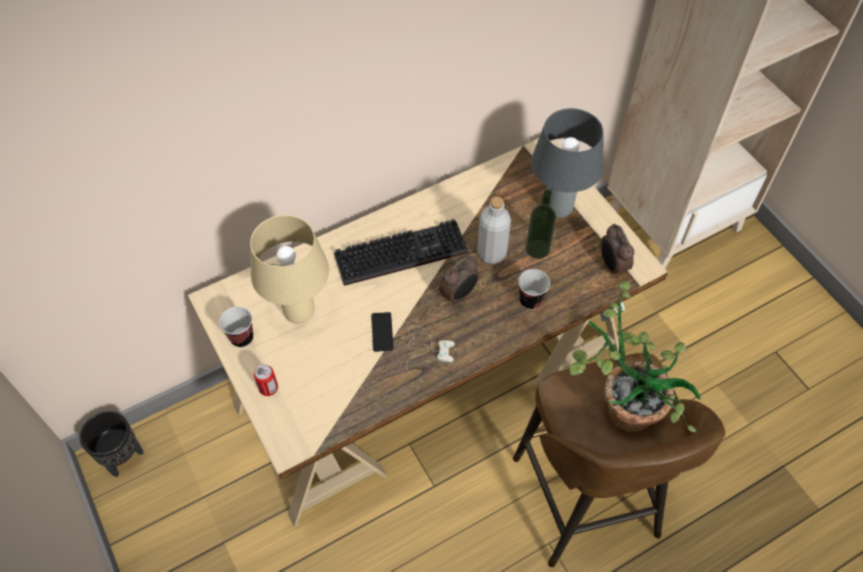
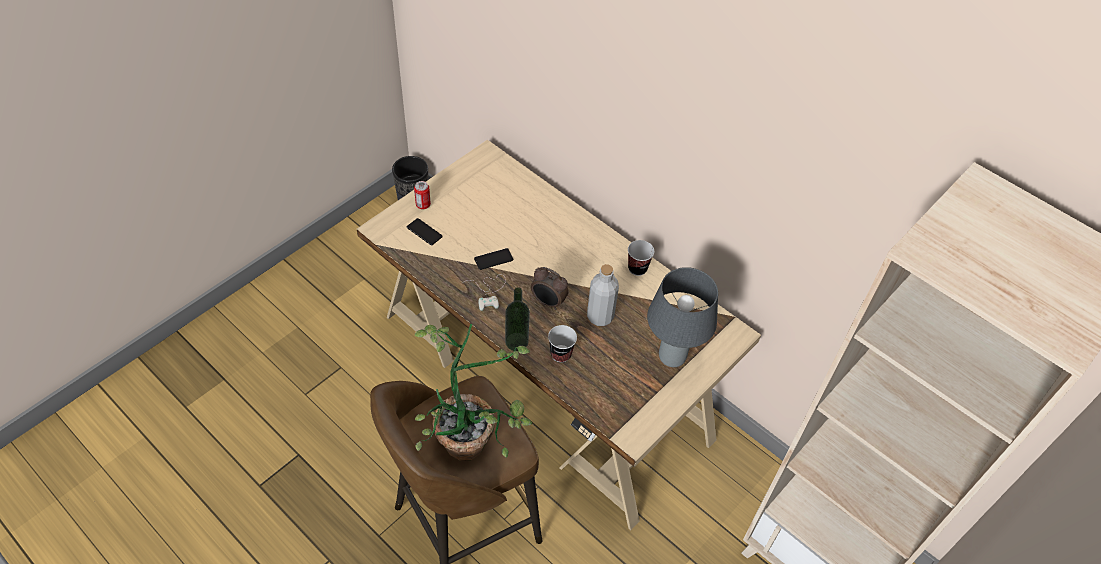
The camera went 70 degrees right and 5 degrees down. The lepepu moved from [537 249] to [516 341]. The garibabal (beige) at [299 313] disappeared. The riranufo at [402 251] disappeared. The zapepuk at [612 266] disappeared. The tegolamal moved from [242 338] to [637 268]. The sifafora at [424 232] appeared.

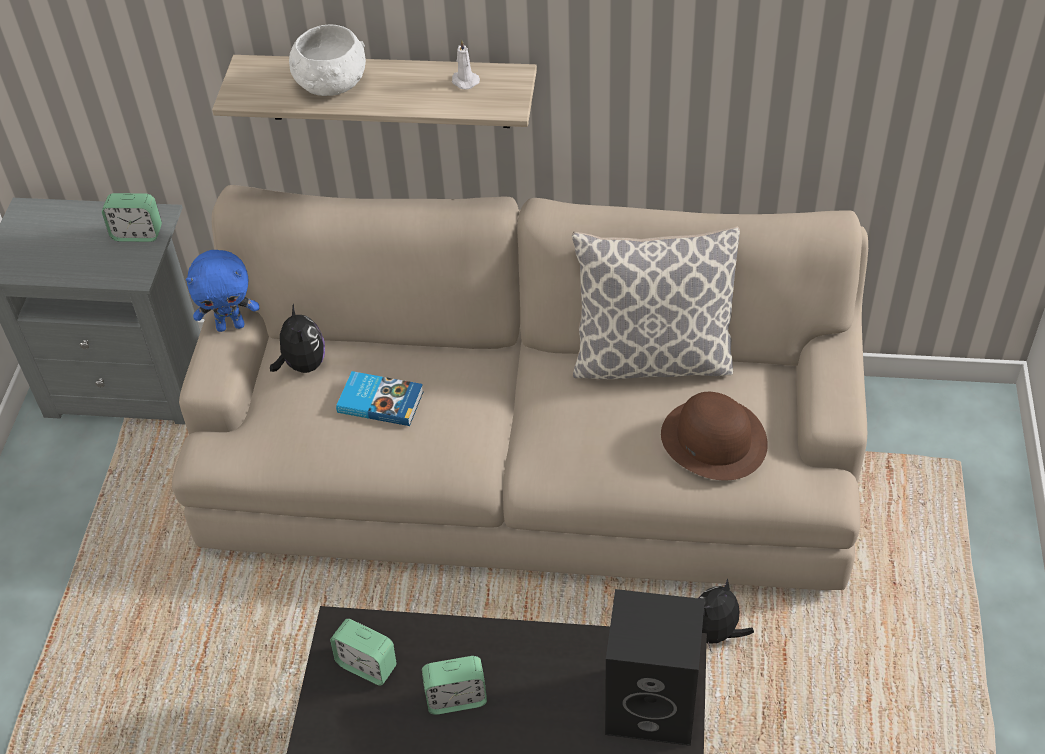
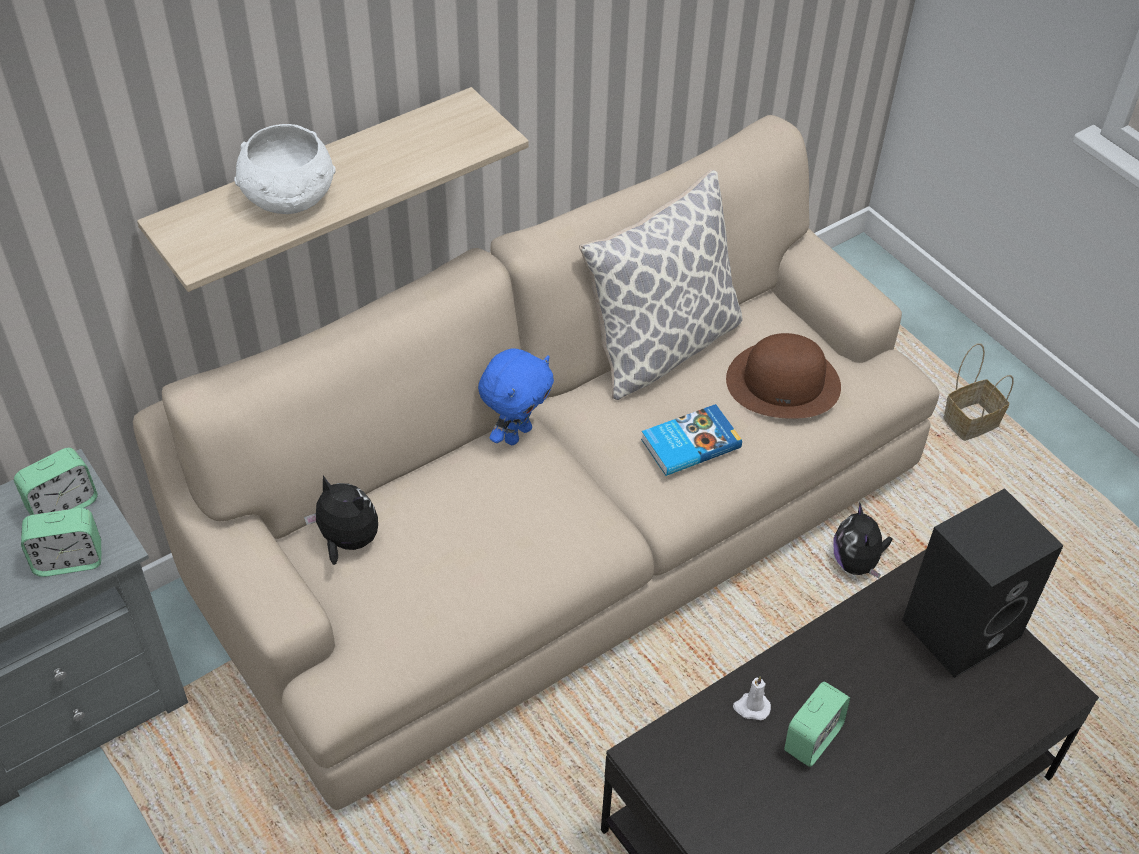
The camera went 45 degrees left and 0 degrees up. The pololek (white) moved from [464 81] to [751 707]. The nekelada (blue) moved from [231 325] to [516 434]. The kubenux moved from [380 401] to [689 443]. The zapepuk moved from [367 665] to [69 560]. The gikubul at [971 422] appeared.

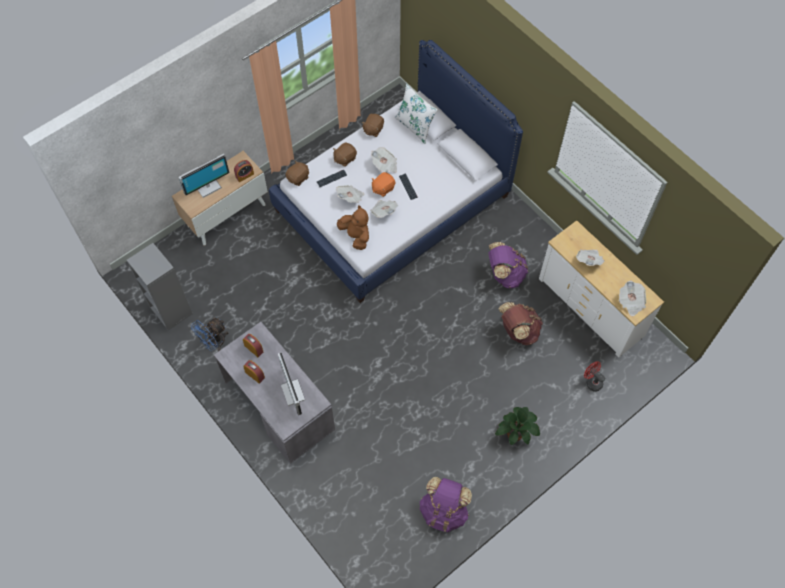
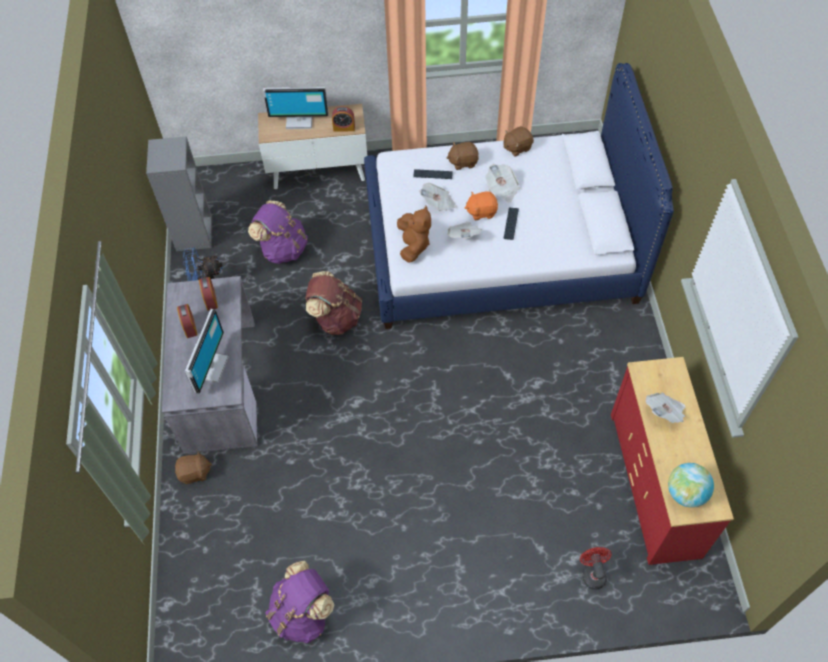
The camera went 35 degrees right and 5 degrees down. The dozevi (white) at [415 126] disappeared. The nekelada (brown) moved from [298 178] to [195 473]. The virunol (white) at [591 307] became the virunol (red) at [654 483]. The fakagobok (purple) moved from [505 274] to [283 249]. The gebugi at [631 302] was replaced by the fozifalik at [685 493]. The fakagobok (brown) moved from [518 331] to [336 318]. The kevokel at [516 432] disappeared.

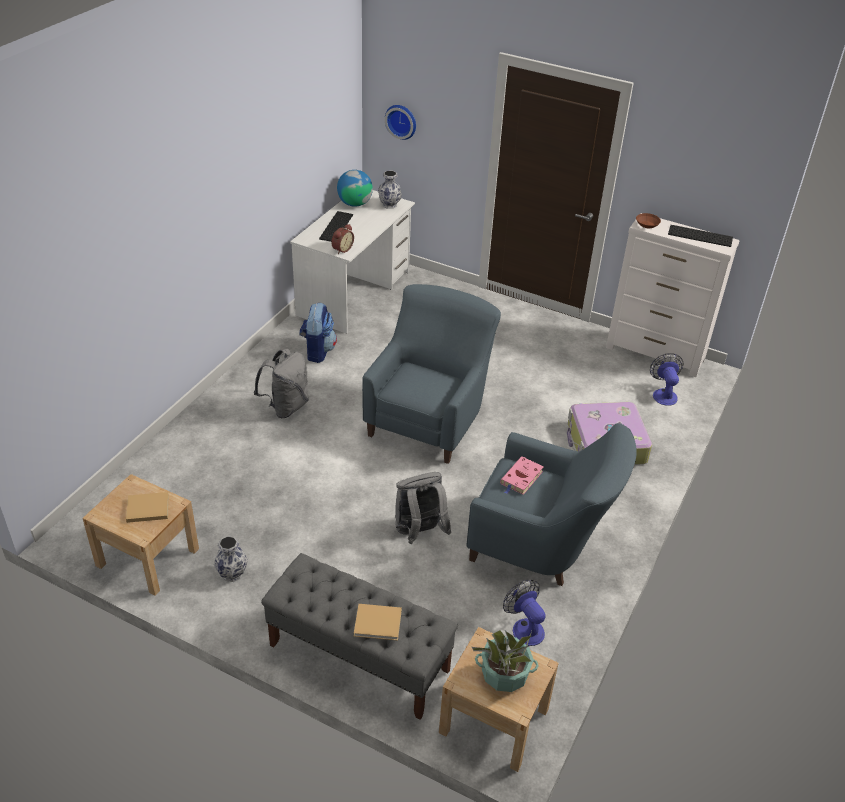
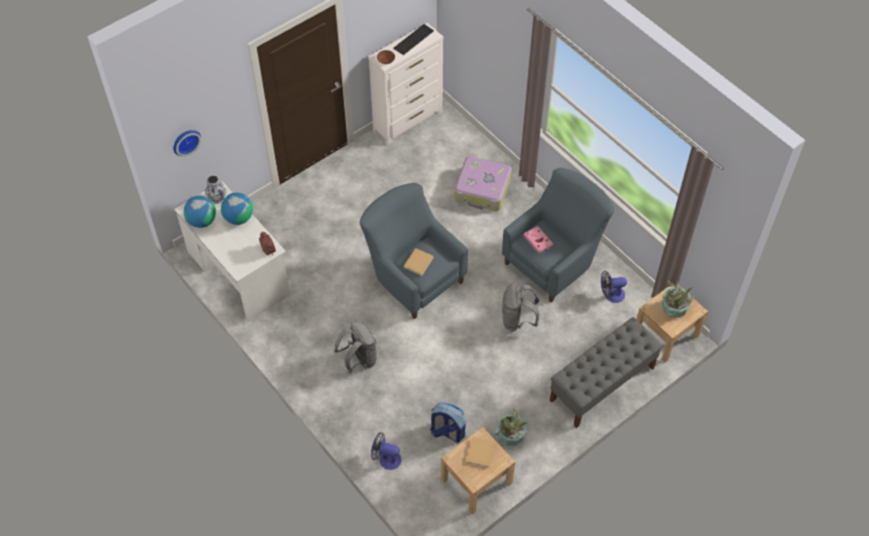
The camera went 65 degrees left and 15 degrees up. The riranufo at [335 226] disappeared. The fakagobok moved from [317 351] to [447 432]. The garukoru moved from [663 394] to [386 459]. The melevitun at [231 574] was replaced by the kevokel at [511 435]. The kubenux (beige) moved from [379 623] to [419 262]. The fozifalik at [239 218] appeared.

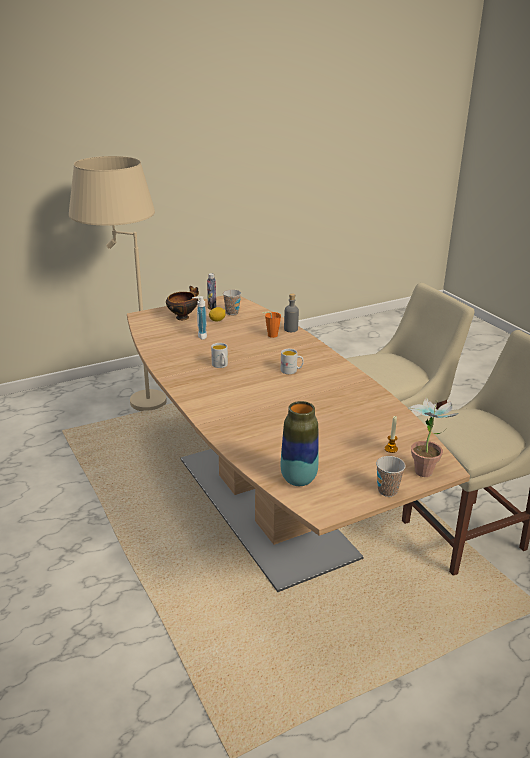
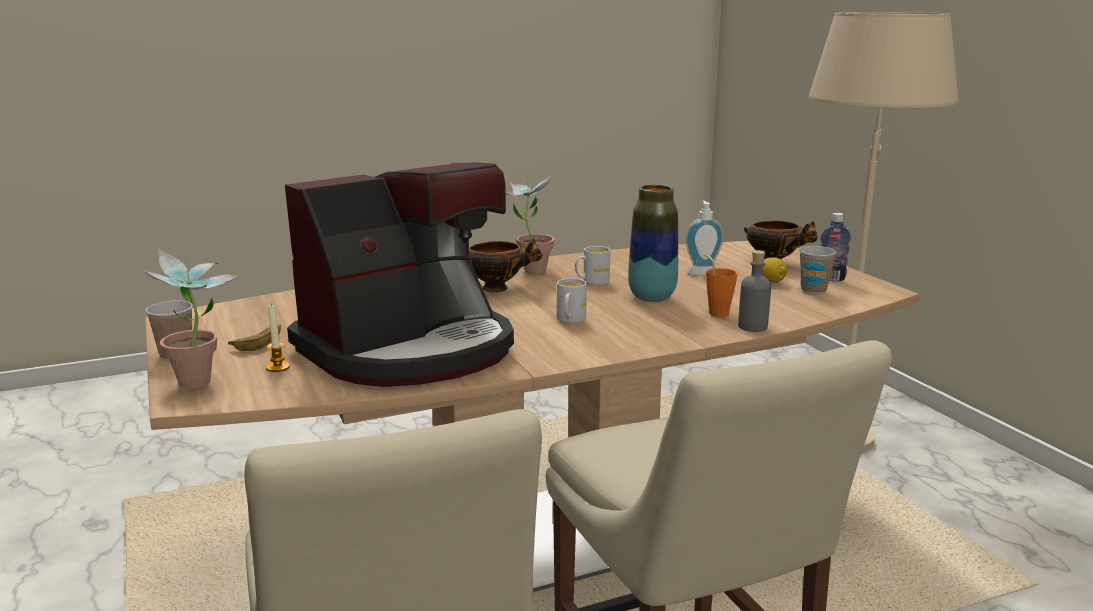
The camera went 95 degrees right and 10 degrees down. The melevitun moved from [298 479] to [652 297]. The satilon at [410 350] appeared. The kevokel at [529 269] appeared. The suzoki at [498 288] appeared. The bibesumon at [260 341] appeared.

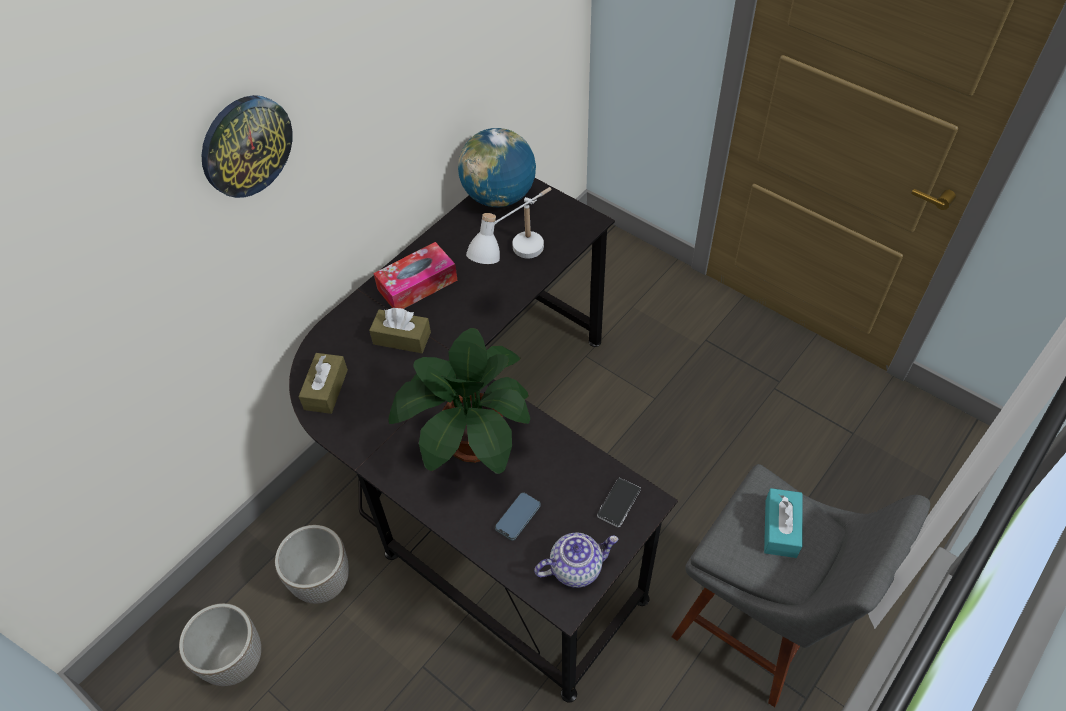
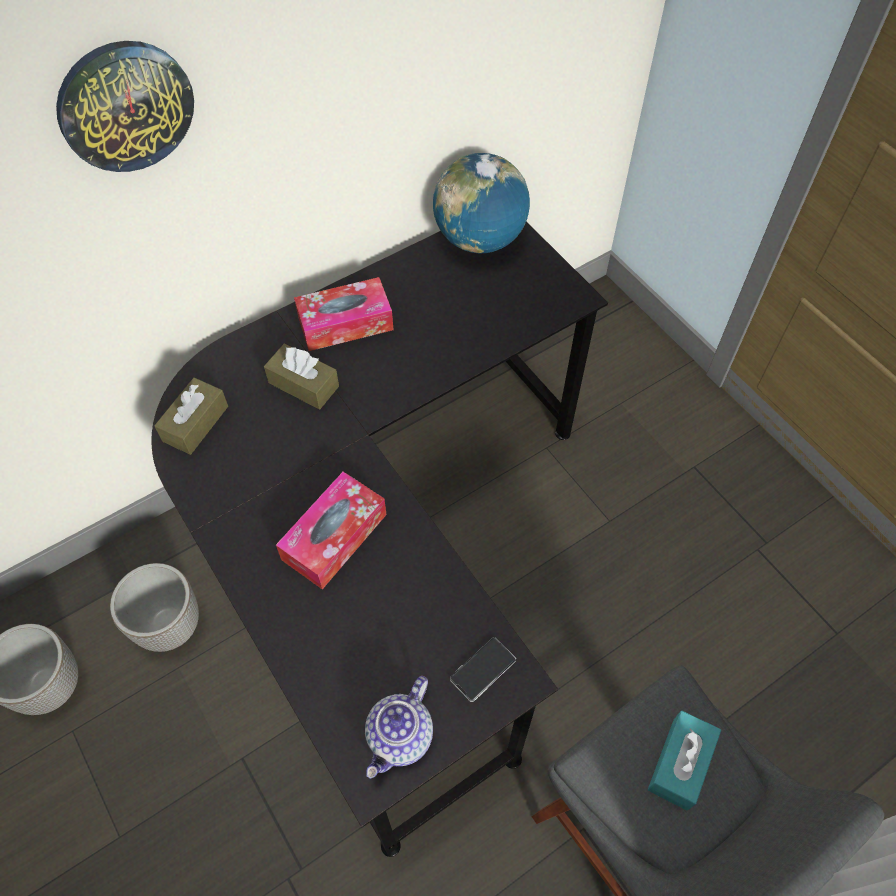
The camera went 15 degrees right and 5 degrees up. The garibabal (white) at [517 262] disappeared. The kevokel at [470 442] was replaced by the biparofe at [334 537]. The sifafora at [518 517] disappeared. The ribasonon at [576 567] turned 120 degrees clockwise.

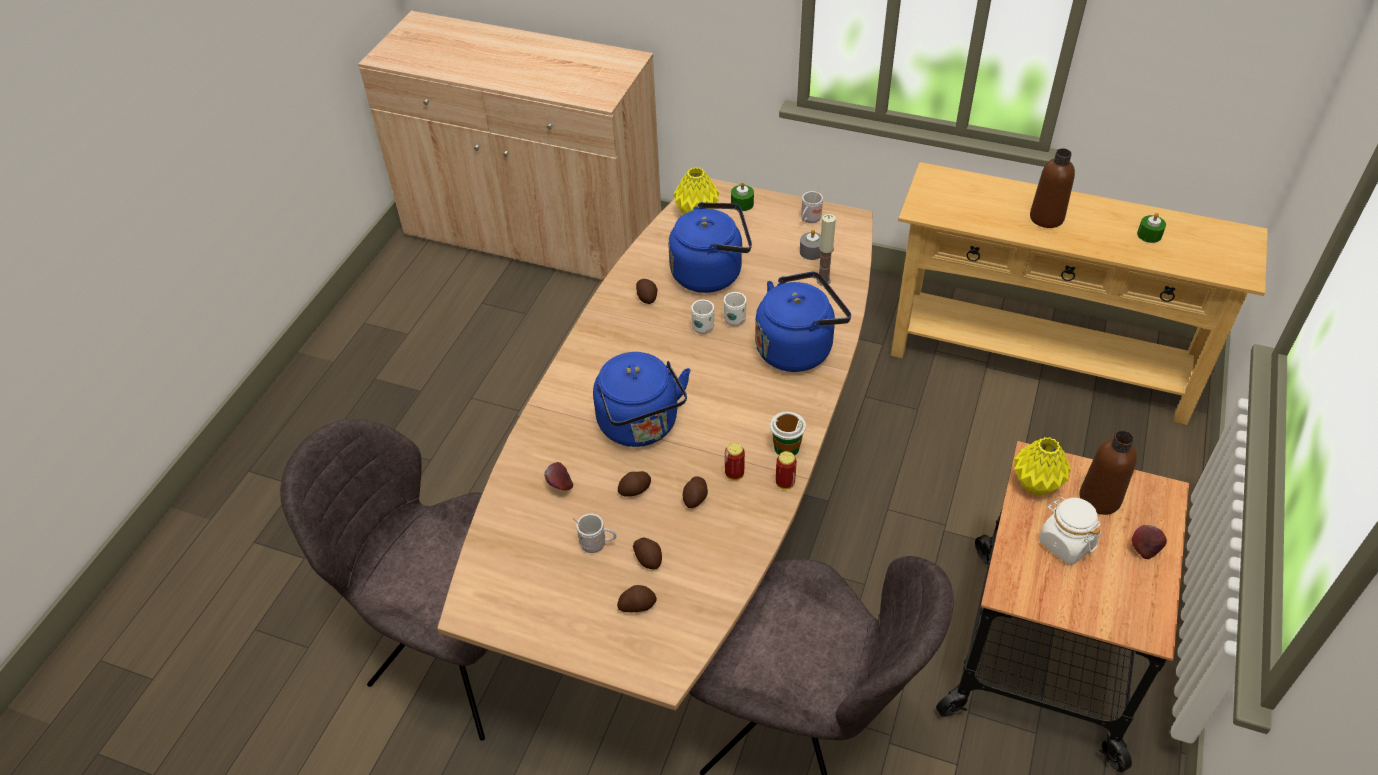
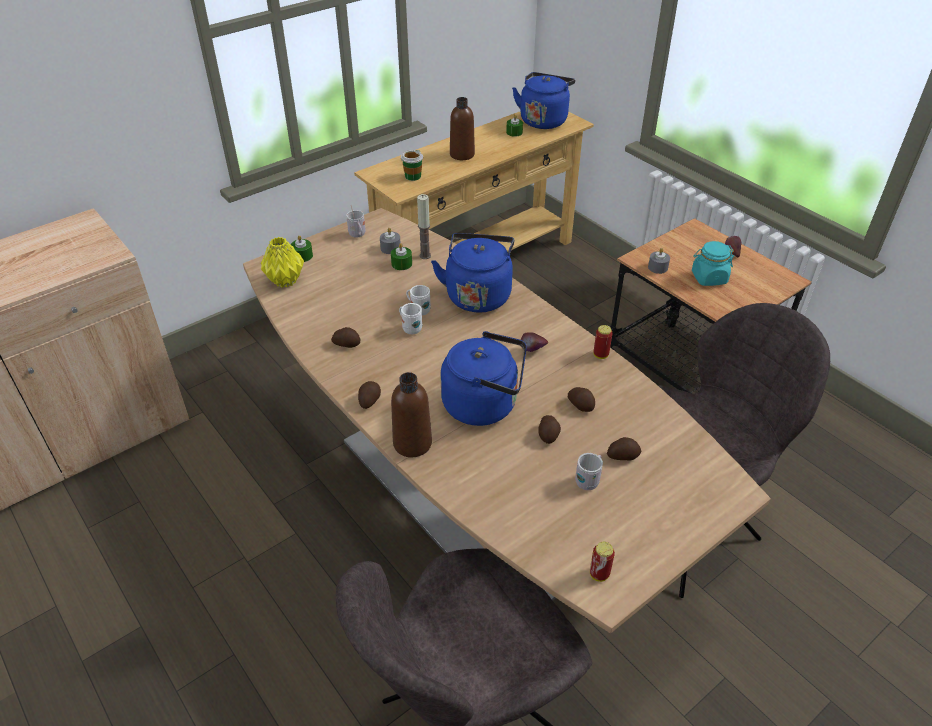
The camera went 60 degrees left and 5 degrees down. The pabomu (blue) moved from [711 273] to [543 120]. The tegolamal moved from [786 447] to [412 176]. The lepepu (brown) moved from [1099 499] to [412 443]. The melevitun (yellow) at [1036 485] was replaced by the pololek (grey) at [657 267]. The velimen moved from [734 474] to [599 574]. The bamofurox moved from [560 486] to [532 351]. The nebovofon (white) at [1065 543] became the nebovofon (turquoise) at [708 278]. The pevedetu moved from [637 605] to [369 400]. The pololek (green) at [401 264] appeared.

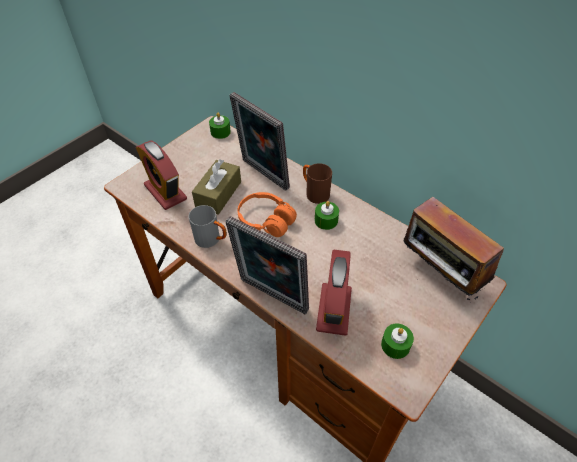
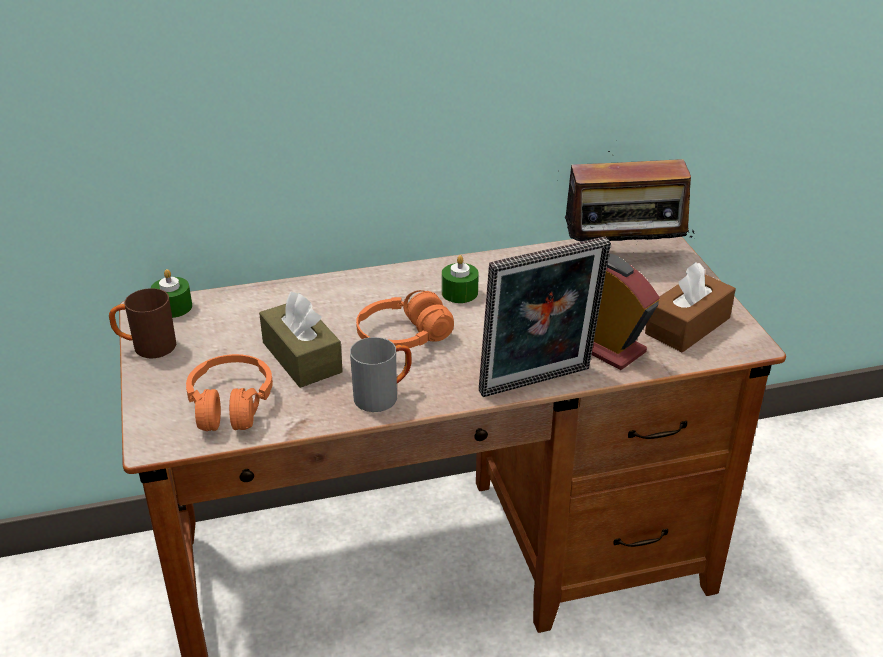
The camera went 55 degrees left and 15 degrees down. The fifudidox at [262 175] disappeared. The zapepuk at [165 192] was replaced by the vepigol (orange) at [231 405]. The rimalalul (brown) moved from [314 193] to [146 347]. The pololek (green) at [395 345] was replaced by the biparofe (brown) at [687 326].

